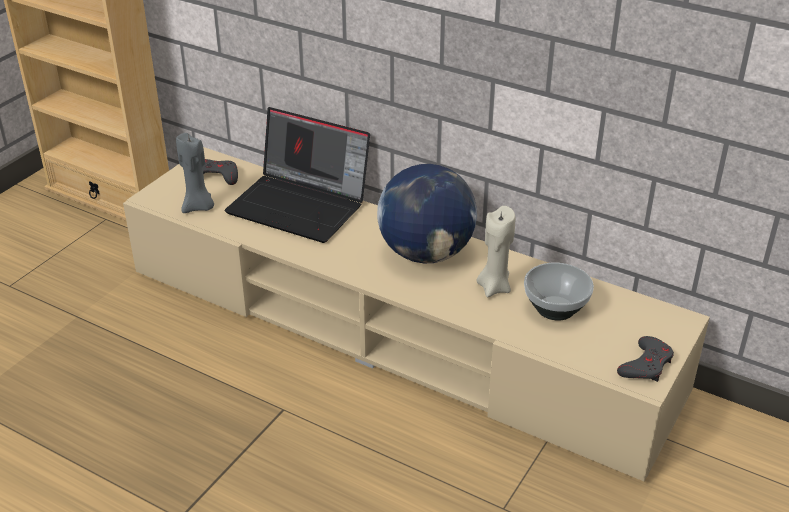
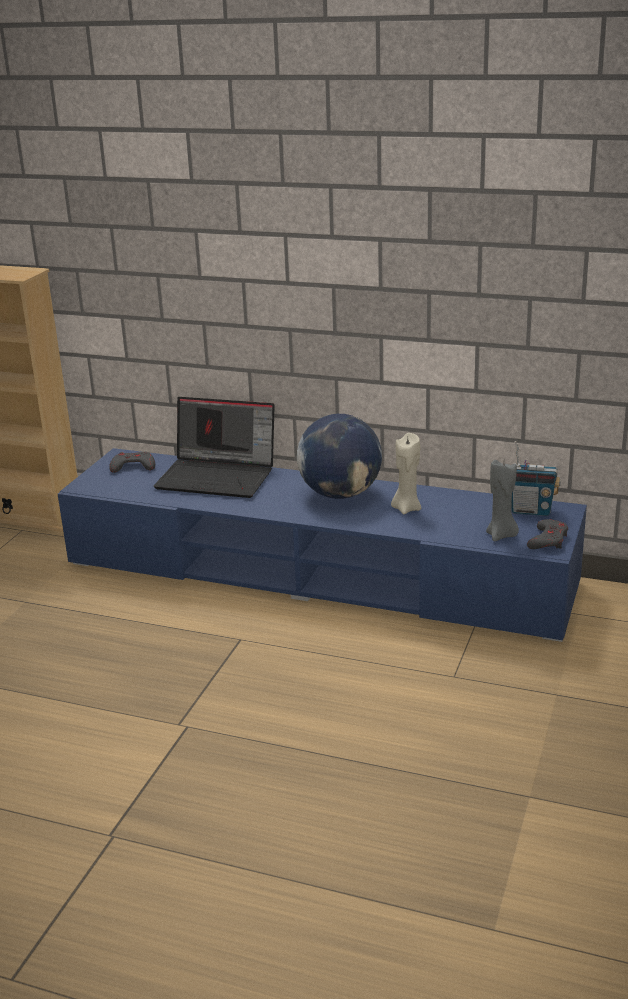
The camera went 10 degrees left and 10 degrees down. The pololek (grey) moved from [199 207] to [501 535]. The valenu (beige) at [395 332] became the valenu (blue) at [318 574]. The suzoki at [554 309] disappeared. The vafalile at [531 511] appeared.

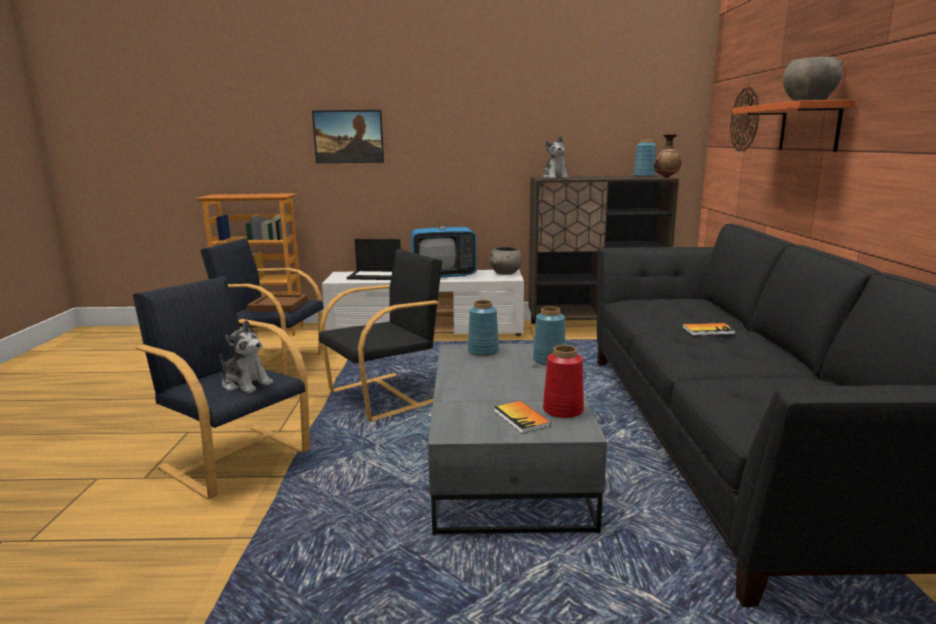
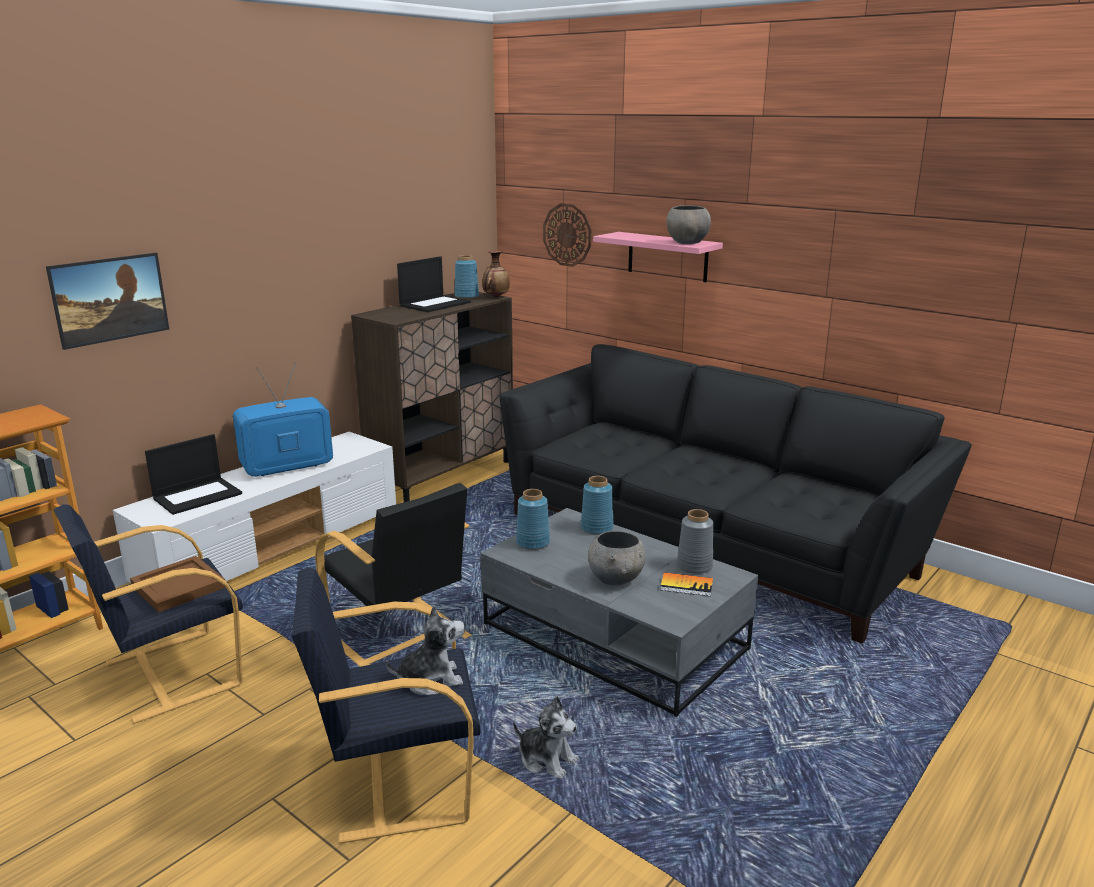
The camera went 50 degrees left and 5 degrees up. The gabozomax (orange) at [809 127] became the gabozomax (pink) at [667 256]. The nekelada moved from [555 178] to [547 760]. The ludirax at [444 275] turned 150 degrees counterclockwise. The suzoki (grey) moved from [505 273] to [616 579]. The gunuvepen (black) at [385 396] turned 135 degrees clockwise. The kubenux at [708 330] disappeared. The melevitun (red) at [562 410] became the melevitun (grey) at [693 566]. The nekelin at [435 304] appeared.

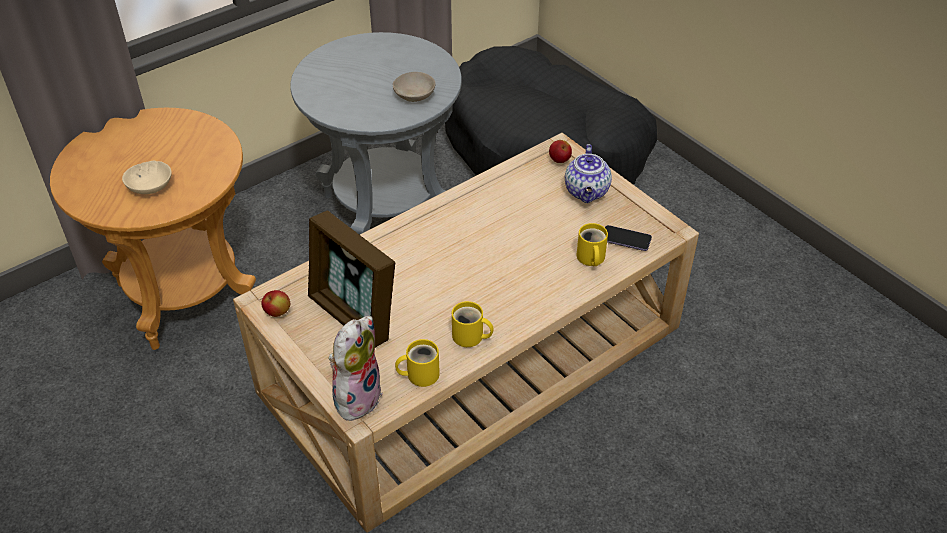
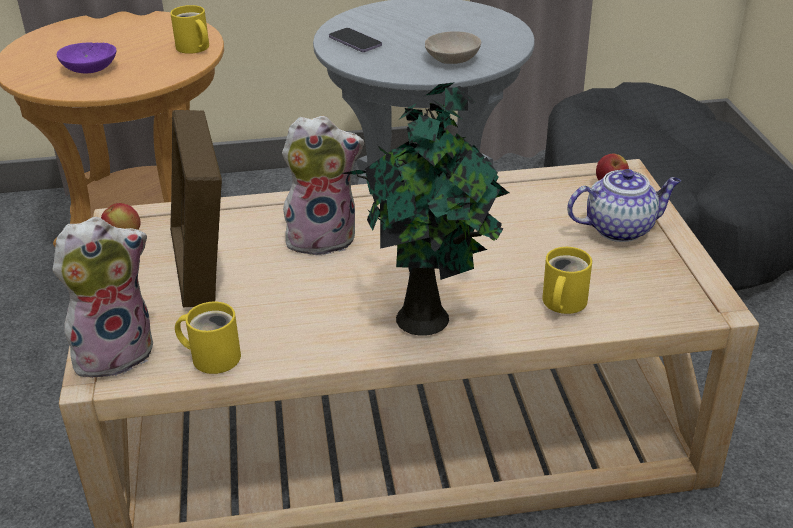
The camera went 30 degrees right and 10 degrees down. The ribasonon at [587 192] turned 135 degrees counterclockwise. The suzoki (beige) at [150 187] became the suzoki (purple) at [88 69]. The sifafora moved from [626 239] to [355 42]. The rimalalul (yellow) moved from [470 337] to [193 48]. The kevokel at [428 318] appeared. The nekelada at [323 238] appeared.

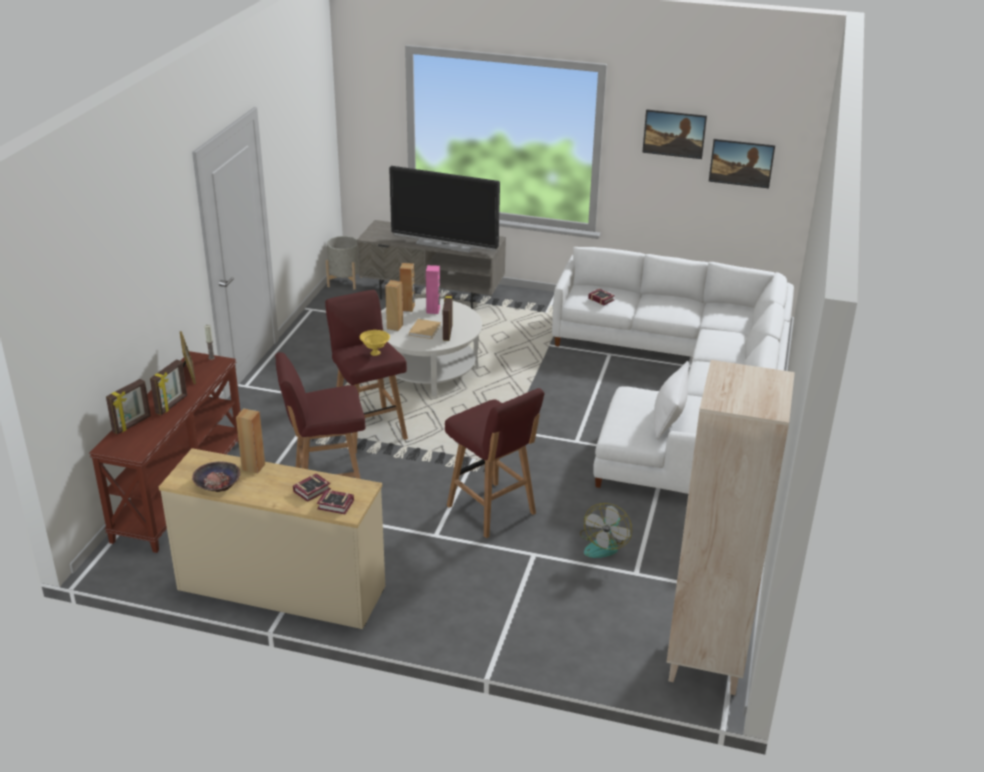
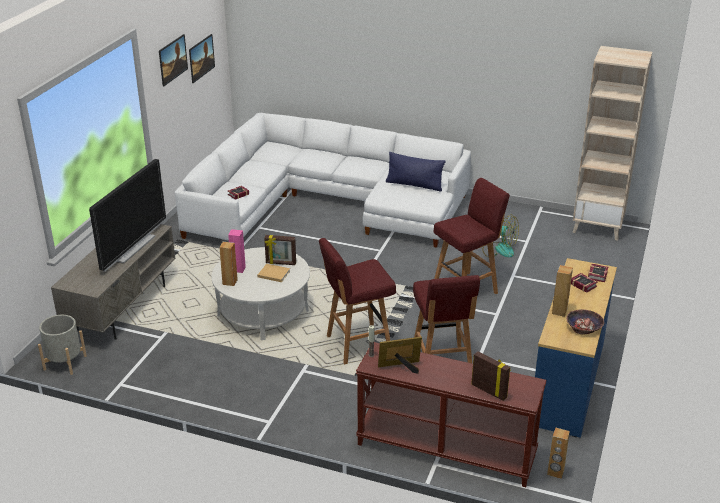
The camera went 85 degrees left and 0 degrees up. The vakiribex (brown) moved from [394 326] to [555 472]. The suzoki (yellow) at [375 353] disappeared. The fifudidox at [172 405] disappeared. The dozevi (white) at [669 417] became the dozevi (blue) at [414 185]. The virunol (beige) at [281 589] became the virunol (blue) at [568 384].

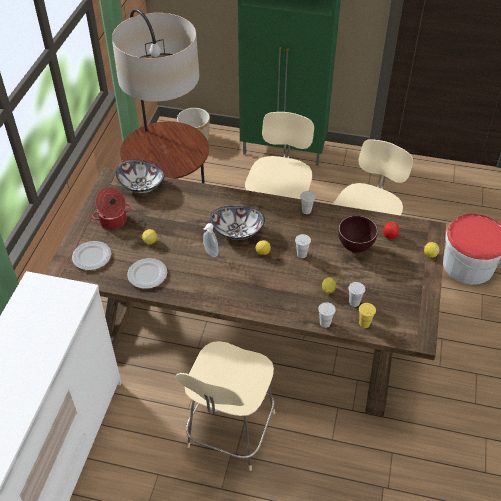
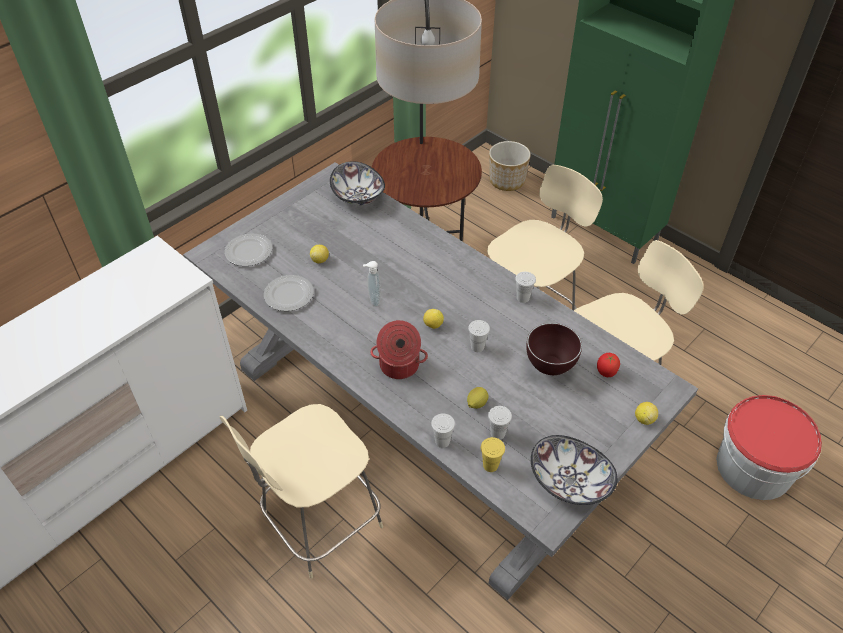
The camera went 30 degrees right and 0 degrees up. The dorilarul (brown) at [249 330] became the dorilarul (grey) at [419 419]. The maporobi moved from [113 221] to [399 366]. The suzoki moved from [237 231] to [570 481].

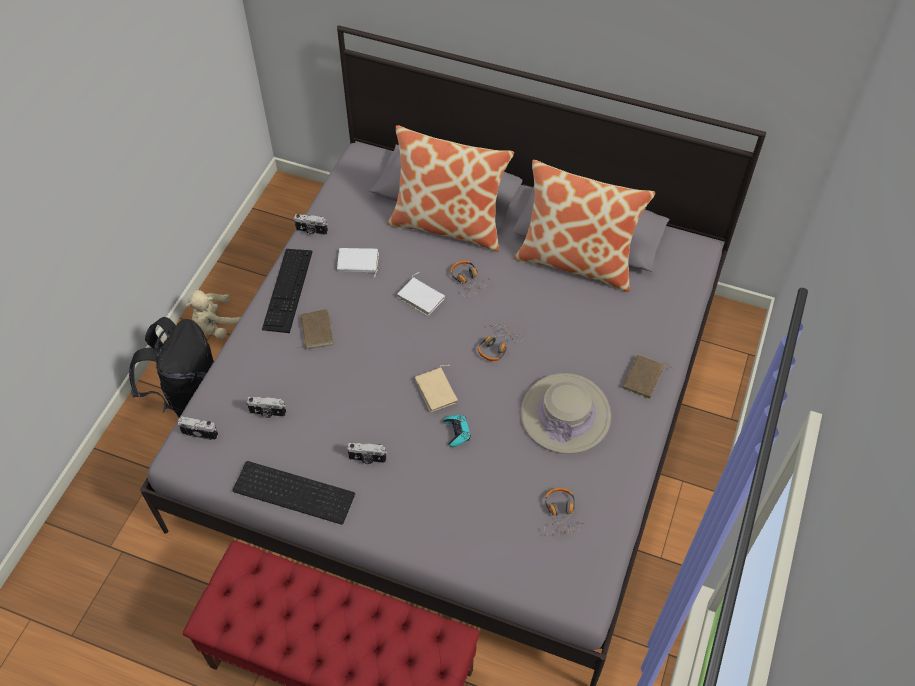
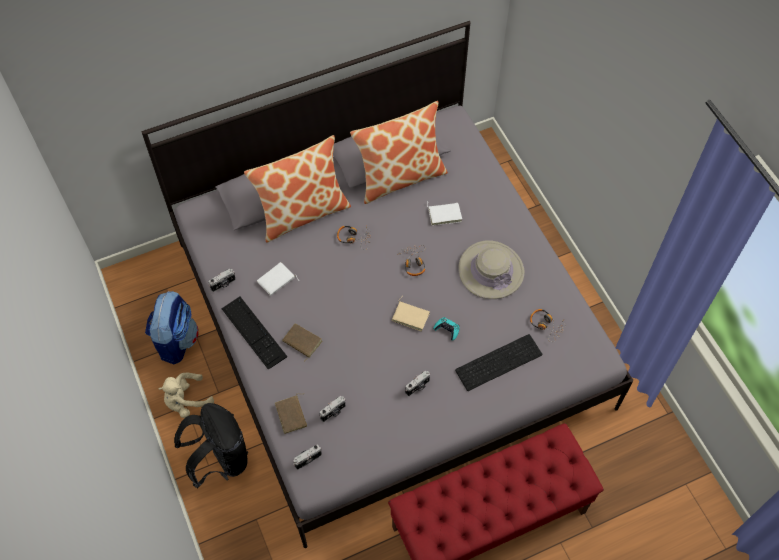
The camera went 45 degrees left and 5 degrees up. The kubenux (white) moved from [422 297] to [444 214]. The nekelada (beige) at [218 326] turned 60 degrees clockwise. The kubenux (brown) moved from [644 378] to [292 415]. The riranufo moved from [296 491] to [498 360]. The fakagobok at [176 340] appeared.

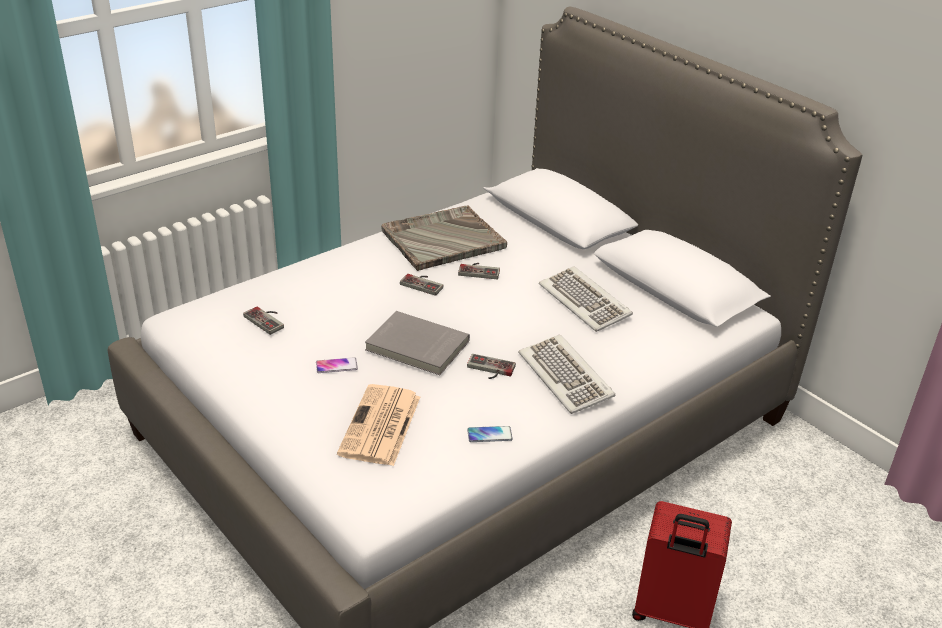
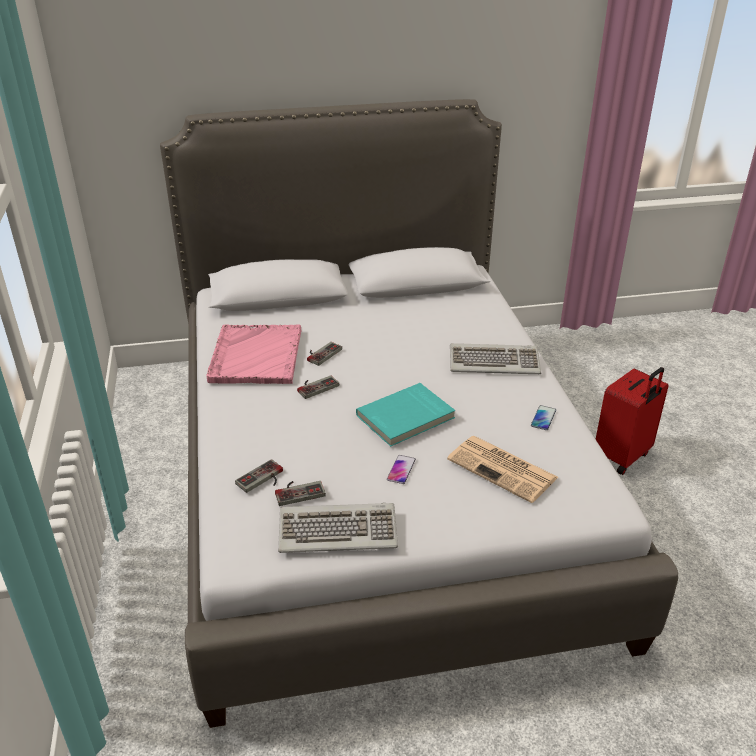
The camera went 60 degrees left and 0 degrees up. The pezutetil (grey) at [442 240] became the pezutetil (pink) at [256 356]. The riranufo moved from [585 302] to [338 530]. The kubenux (grey) at [416 346] became the kubenux (turquoise) at [406 417]. The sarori moved from [489 370] to [263 480].

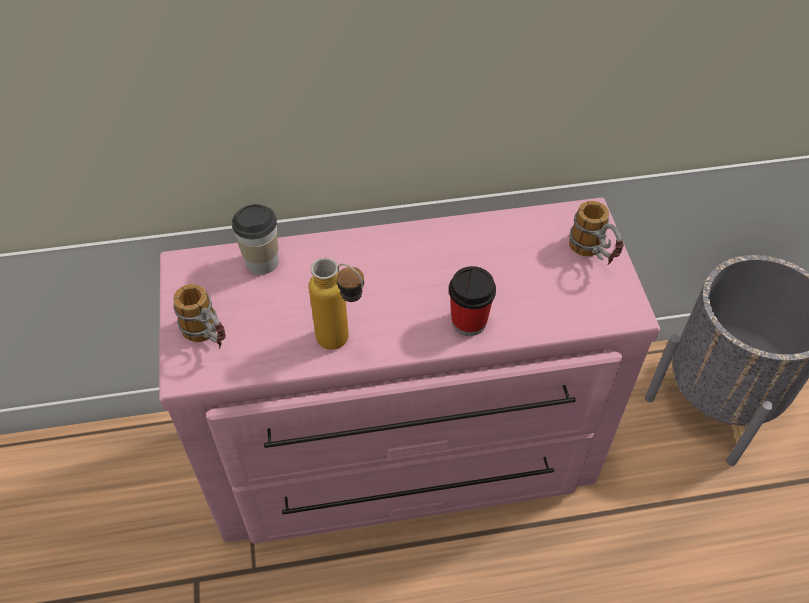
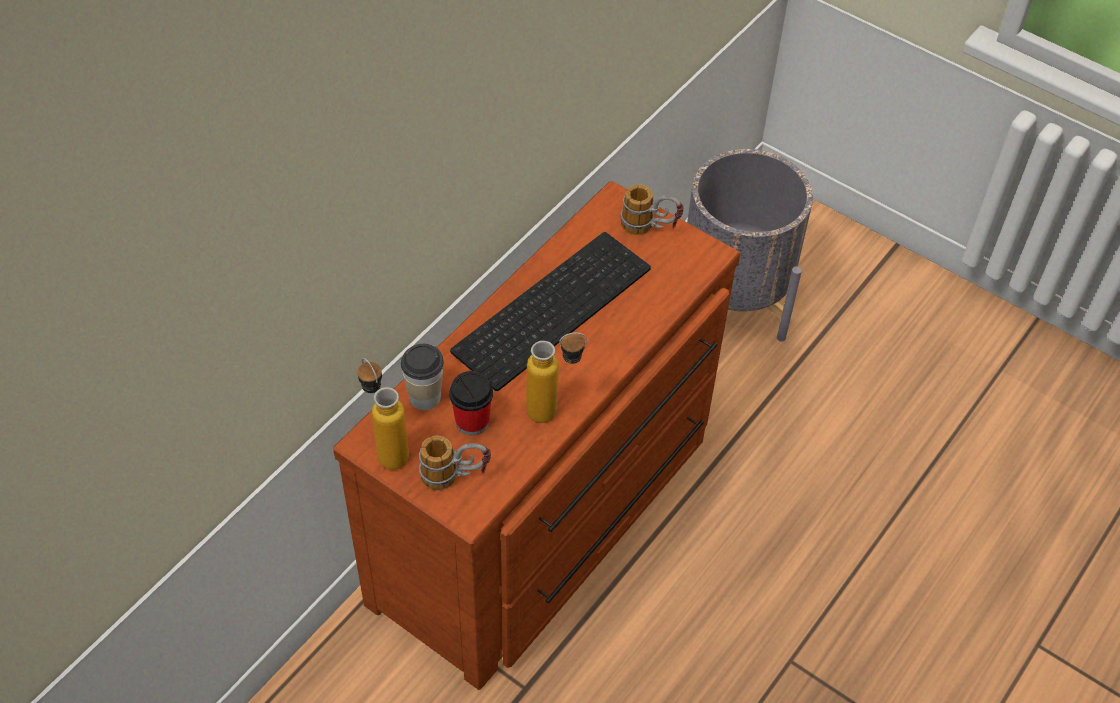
The camera went 45 degrees left and 0 degrees up. The virunol (pink) at [404 457] became the virunol (brown) at [552 515]. The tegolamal moved from [469 322] to [472 422]. The riranufo at [551 306] appeared. The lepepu at [386 449] appeared.

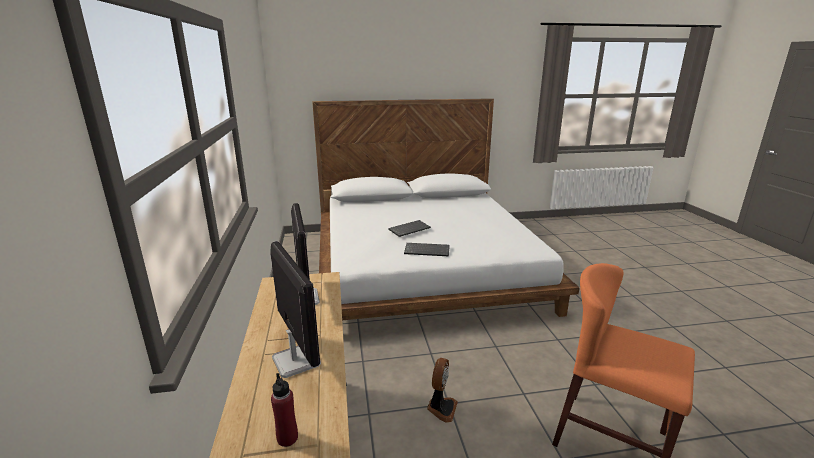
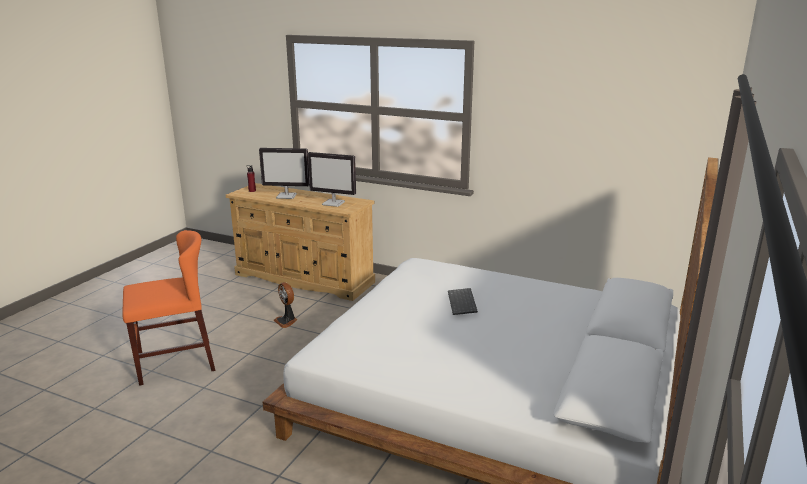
The camera went 125 degrees right and 0 degrees up. The riranufo at [427 250] disappeared.

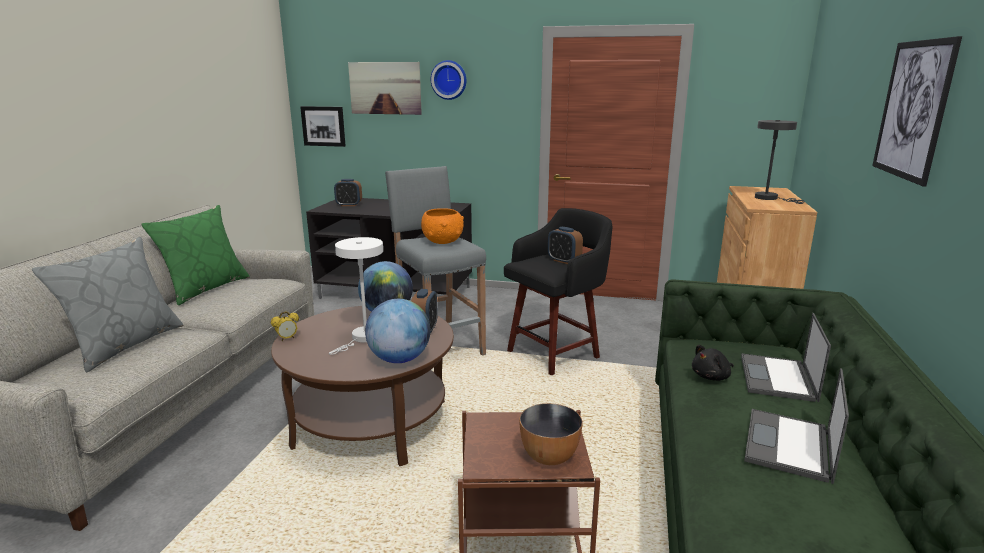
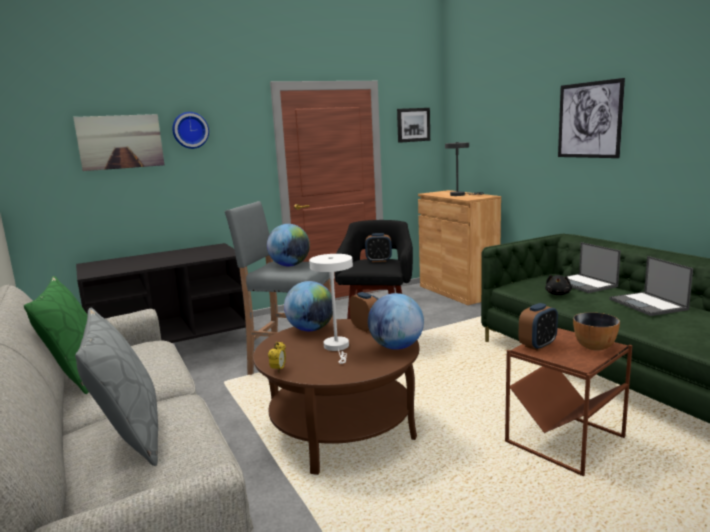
The camera went 40 degrees left and 5 degrees down. The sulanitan moved from [323 126] to [413 125]. The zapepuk moved from [349 205] to [537 345]. The suzoki (orange) at [443 242] was replaced by the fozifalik at [290 265].

